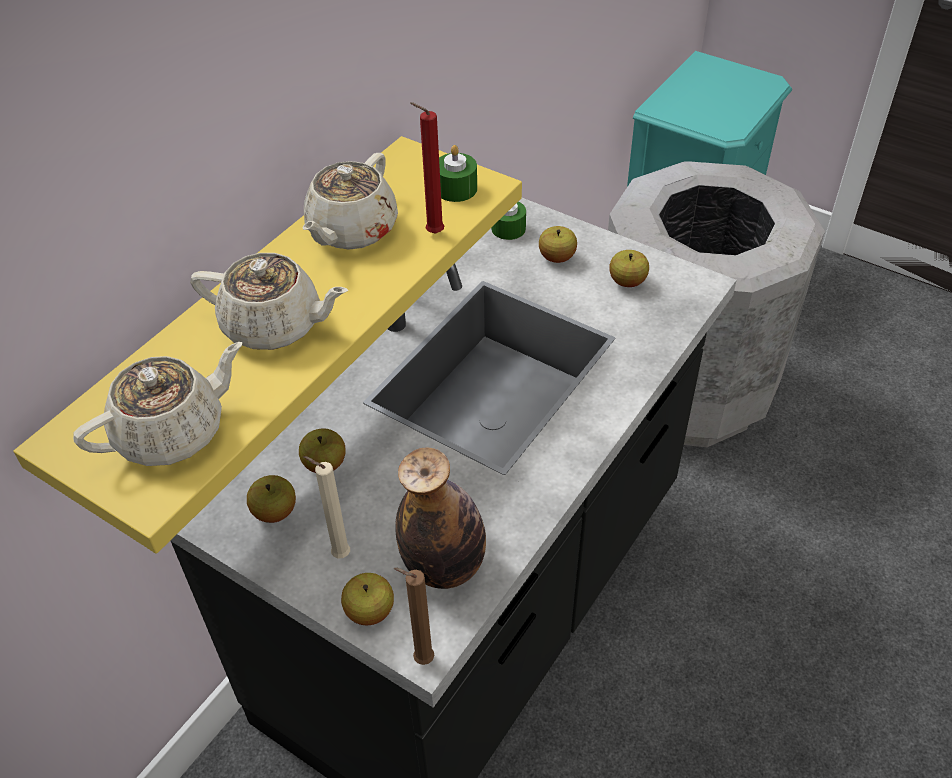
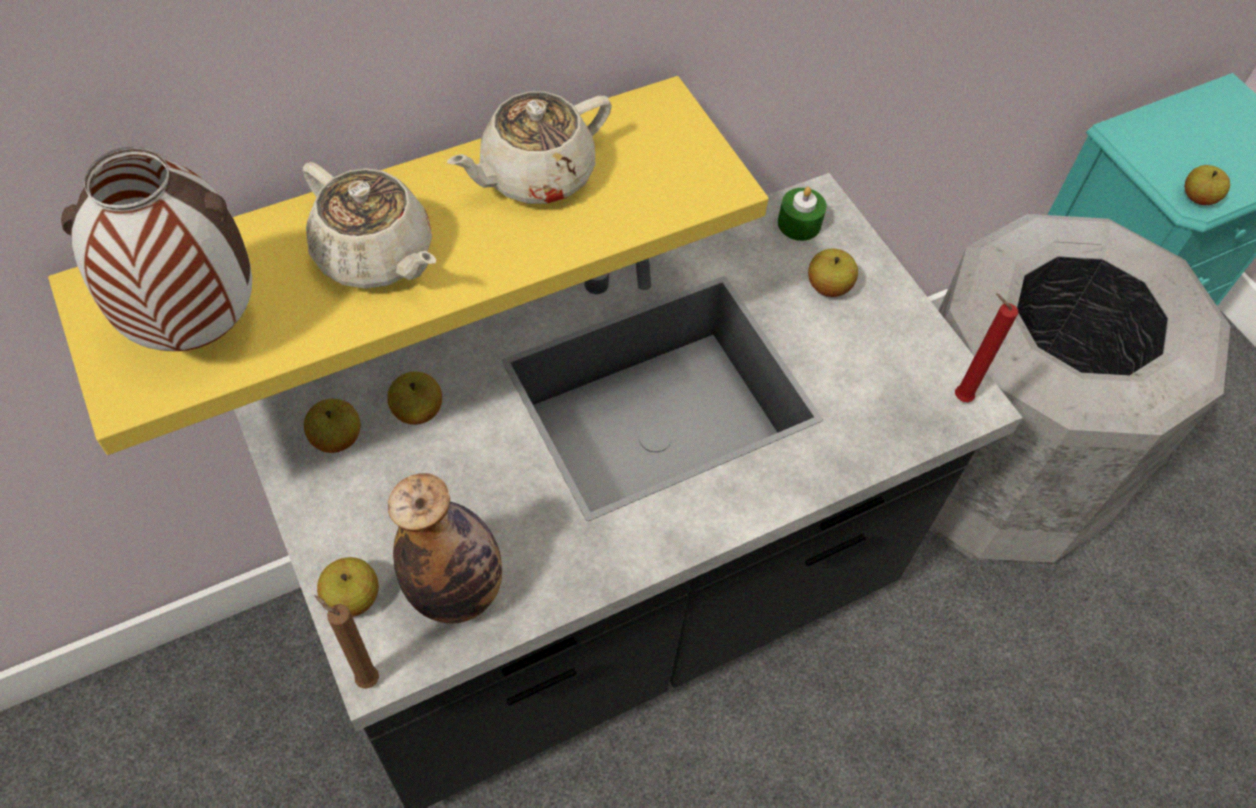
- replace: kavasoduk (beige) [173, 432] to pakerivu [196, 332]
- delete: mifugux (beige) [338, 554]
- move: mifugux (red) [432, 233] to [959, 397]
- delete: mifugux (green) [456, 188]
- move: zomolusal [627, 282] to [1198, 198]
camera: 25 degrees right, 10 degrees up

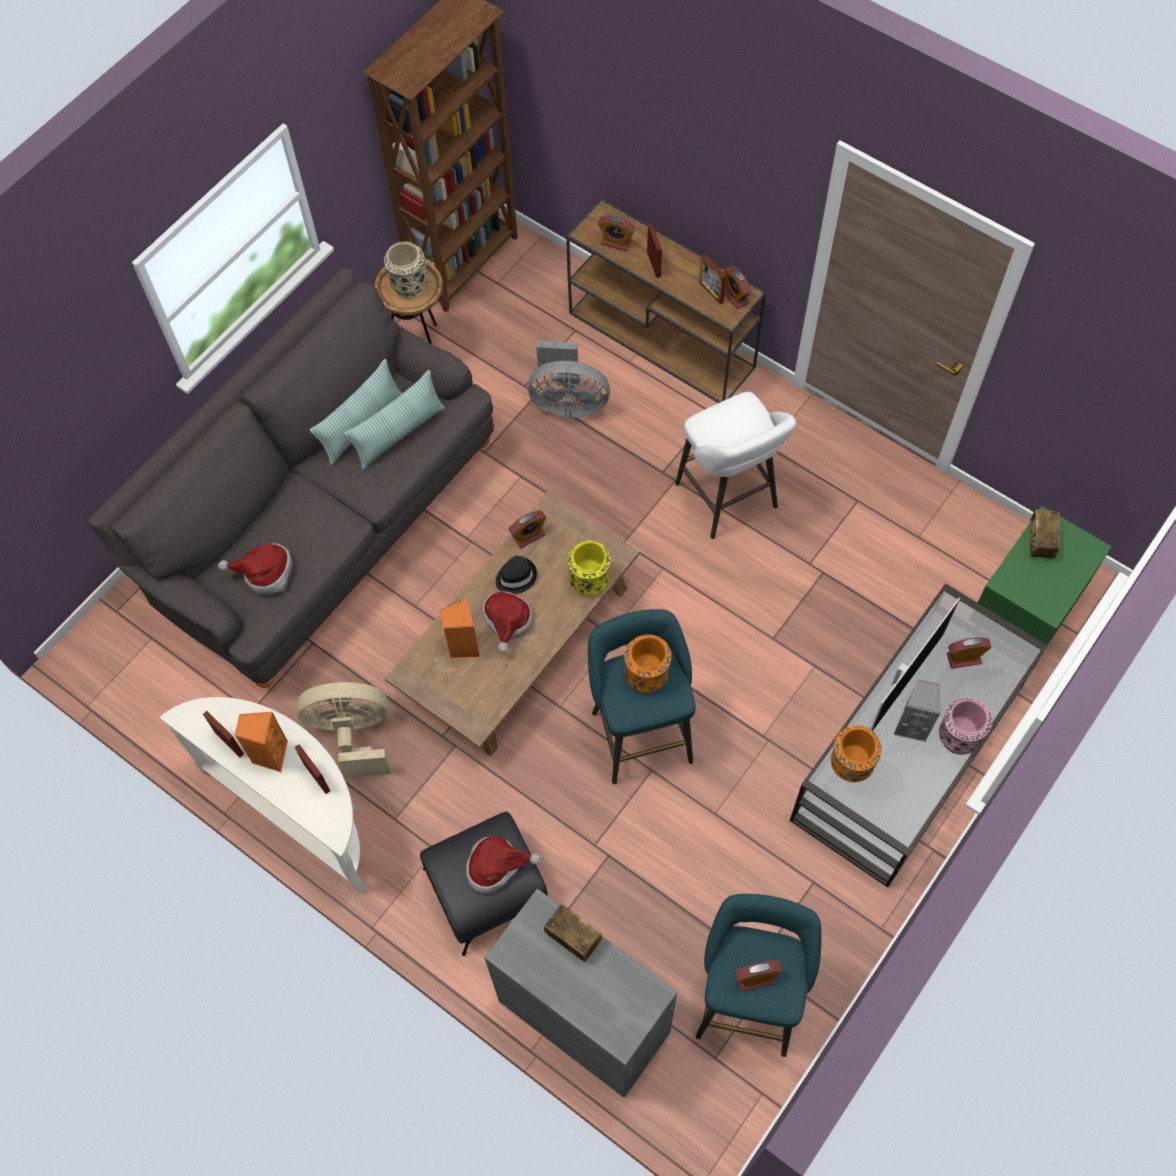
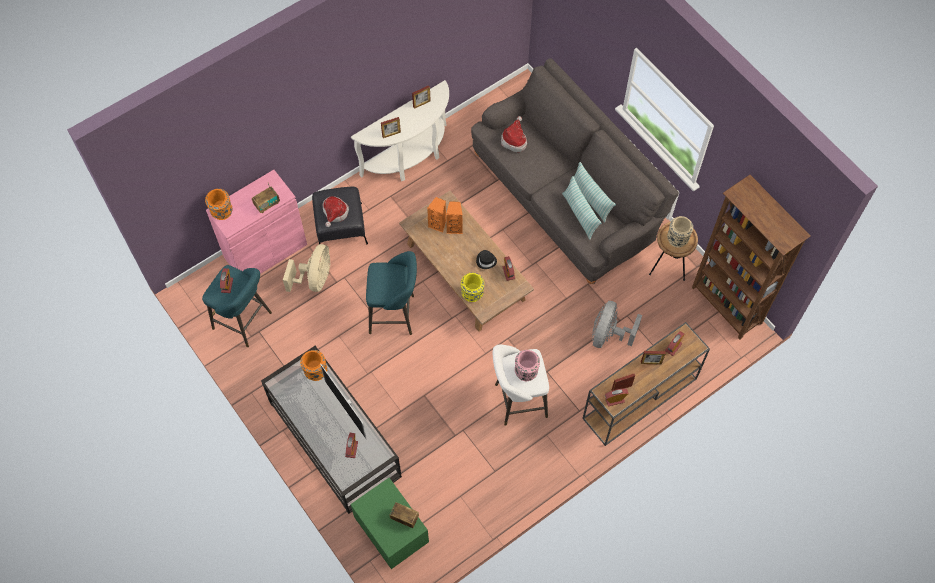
- move: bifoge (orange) [270, 754] to [438, 224]
- move: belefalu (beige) [353, 734] to [315, 279]
- delete: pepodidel [507, 622]
- recolor: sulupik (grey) [584, 1017] to sulupik (pink) [265, 251]
- move: pakerivu (orange) [647, 675] to [222, 212]
- delete: bifoge (grey) [912, 725]
- move: pakerivu (pink) [957, 737] to [526, 371]
camera: 105 degrees right, 0 degrees up

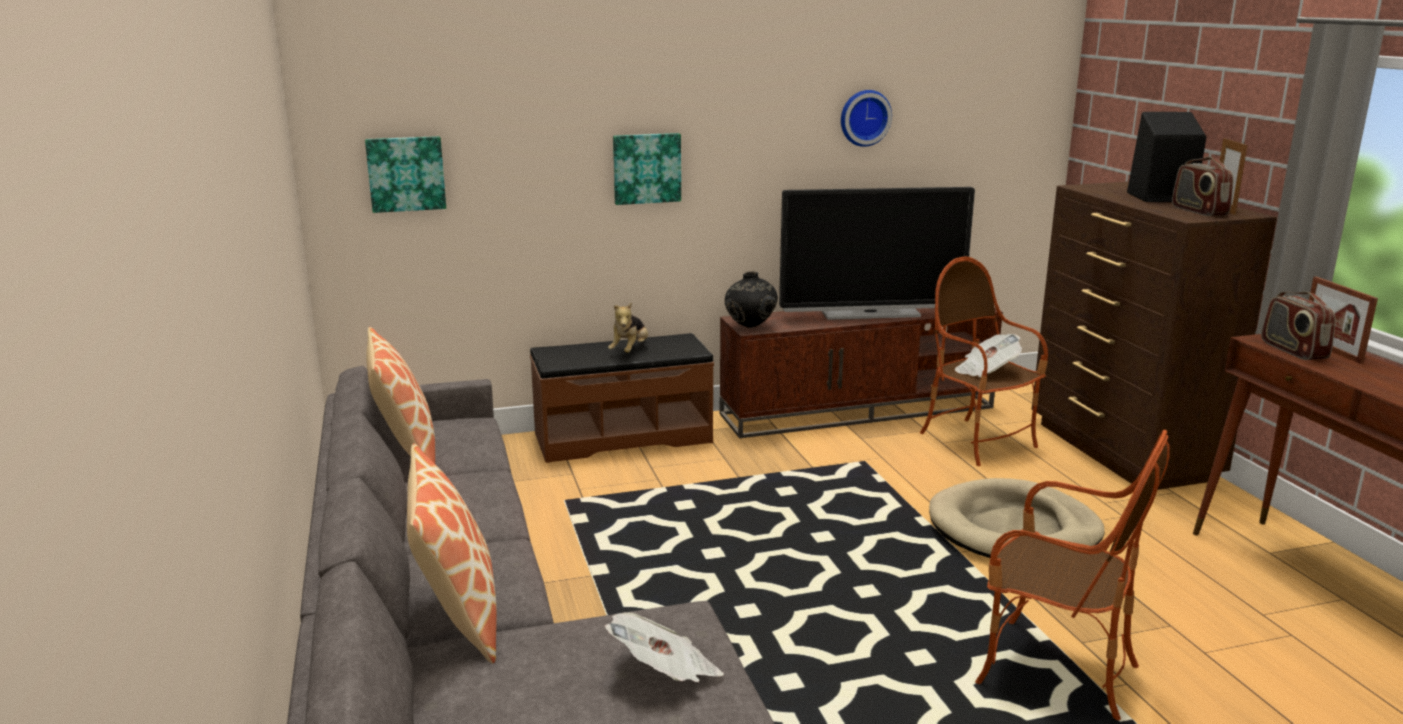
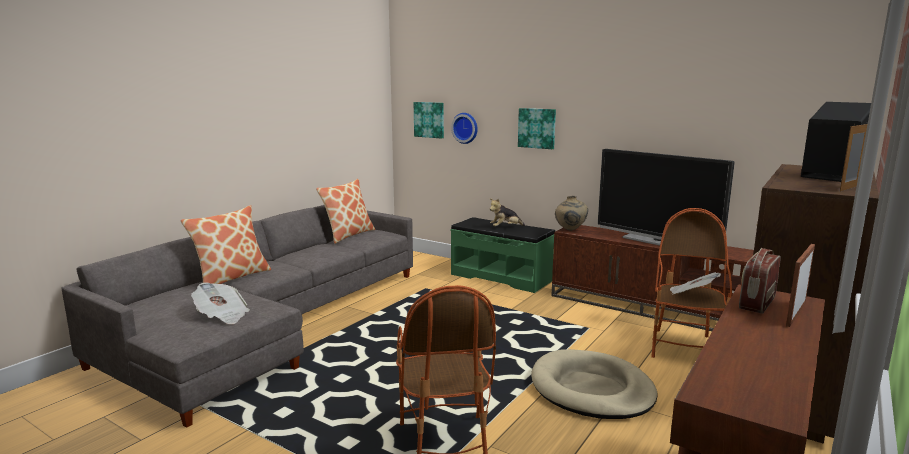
- recolor: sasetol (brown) [622, 437] to sasetol (green) [501, 277]
- recolor: pakerivu (black) [750, 327] to pakerivu (beige) [570, 230]
- move: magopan [864, 117] to [465, 128]
- delete: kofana [1198, 211]
camera: 50 degrees right, 5 degrees down

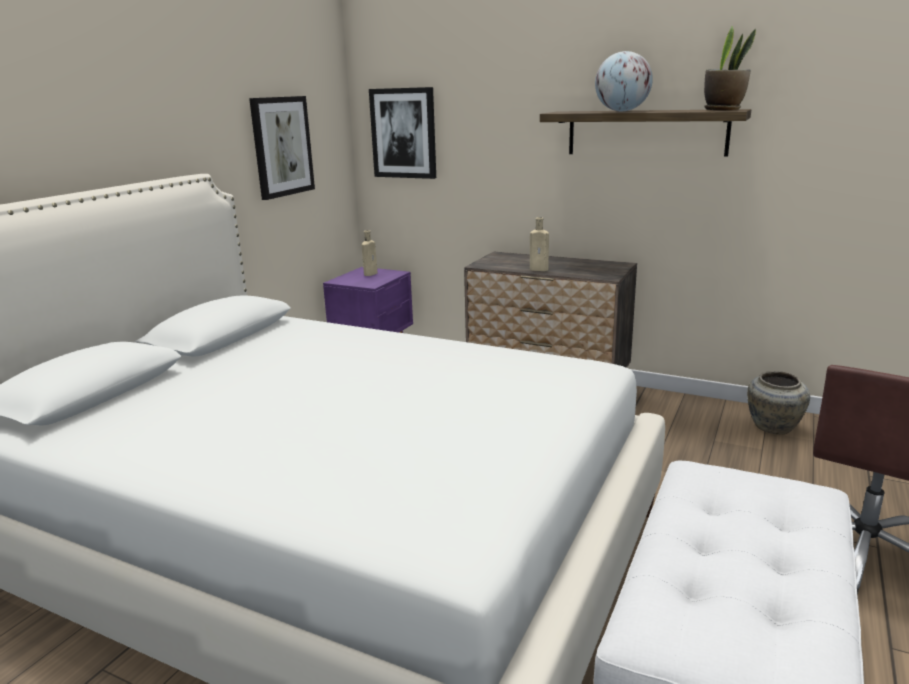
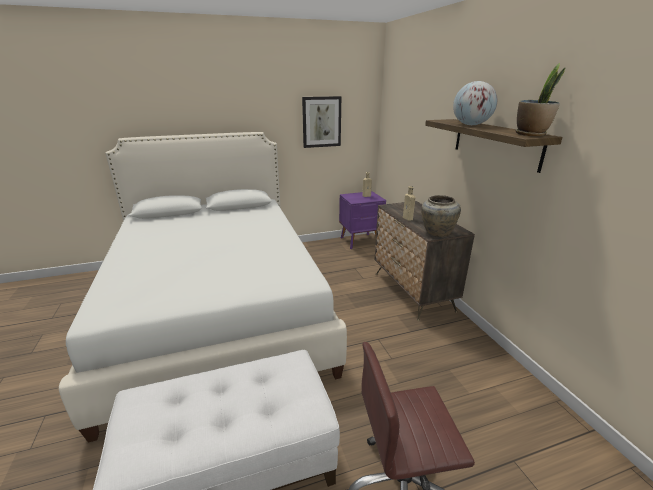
- delete: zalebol [403, 133]
- move: pakerivu (beige) [772, 427] to [436, 232]
camera: 45 degrees right, 5 degrees up

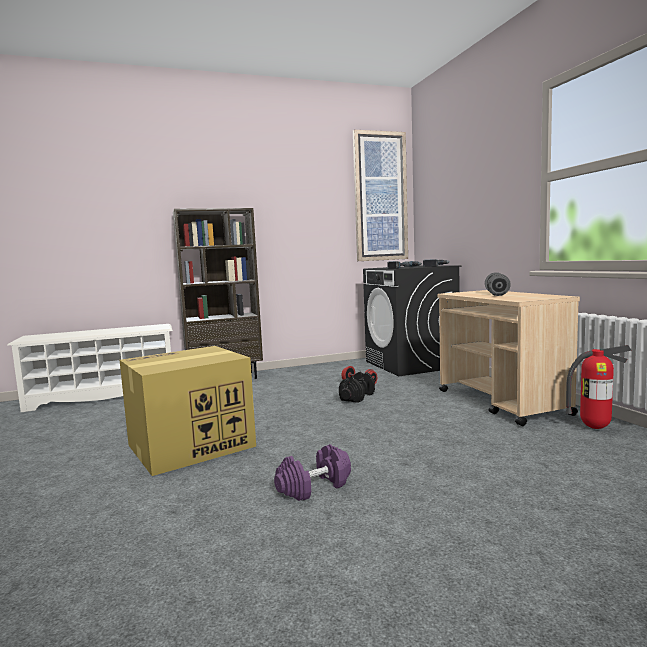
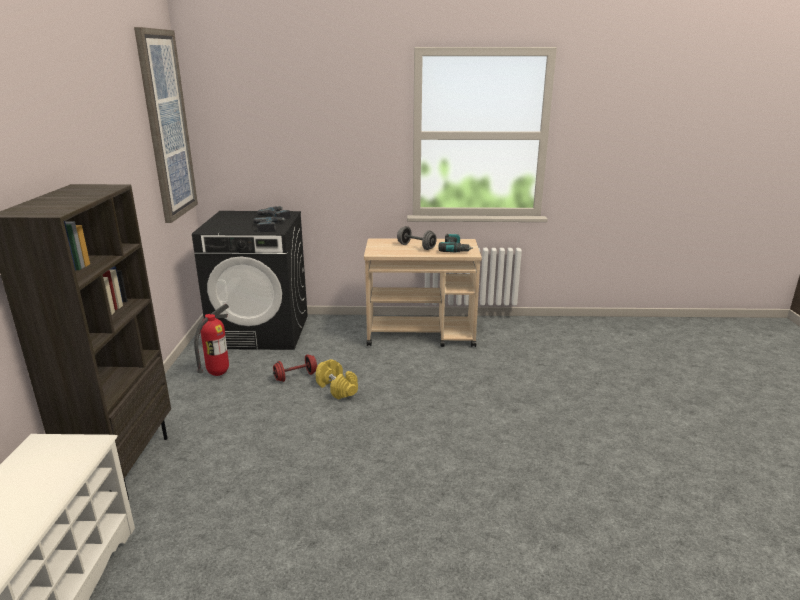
- delete: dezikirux [189, 446]
- delete: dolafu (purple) [314, 487]
- recolor: dolafu (black) [357, 397] to dolafu (yellow) [337, 388]
- move: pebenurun [595, 427] to [218, 374]
- insert: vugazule [455, 249]
camera: 70 degrees left, 15 degrees up

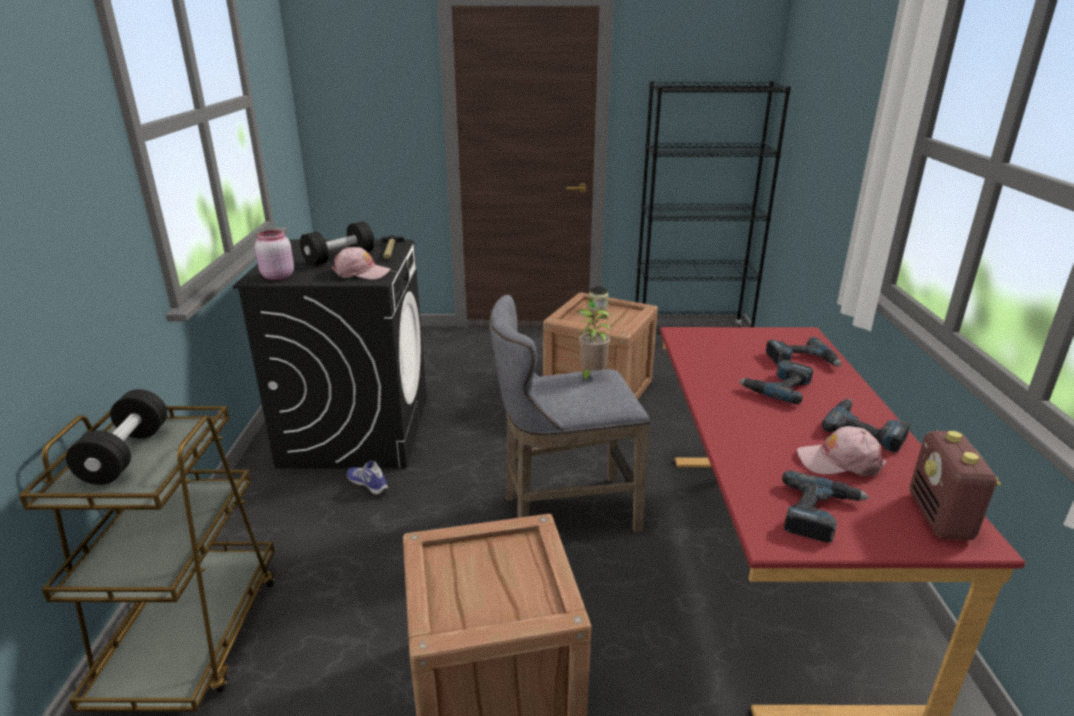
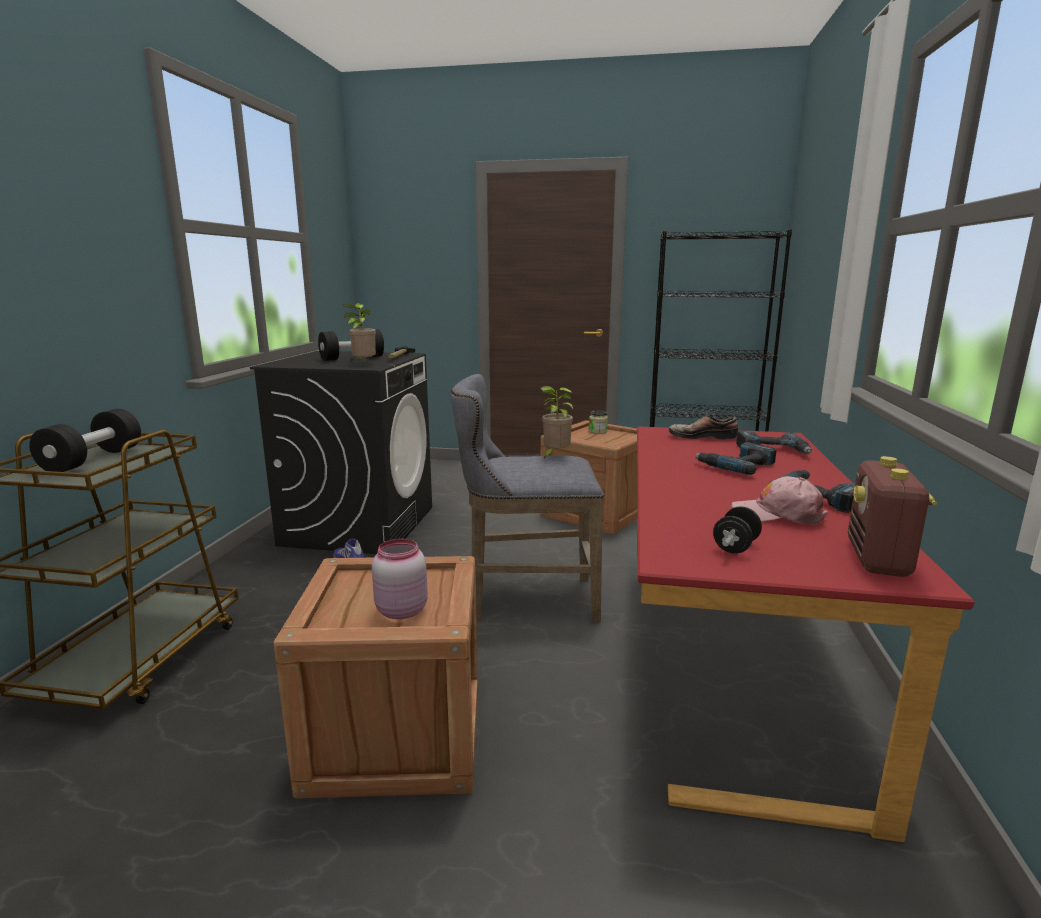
- move: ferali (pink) [277, 276] to [400, 610]
- replace: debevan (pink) [361, 272] to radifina [363, 364]
- replace: vugazule [820, 514] to dolafu (black) [735, 547]
- insert: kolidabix [701, 436]
camera: 10 degrees right, 10 degrees down

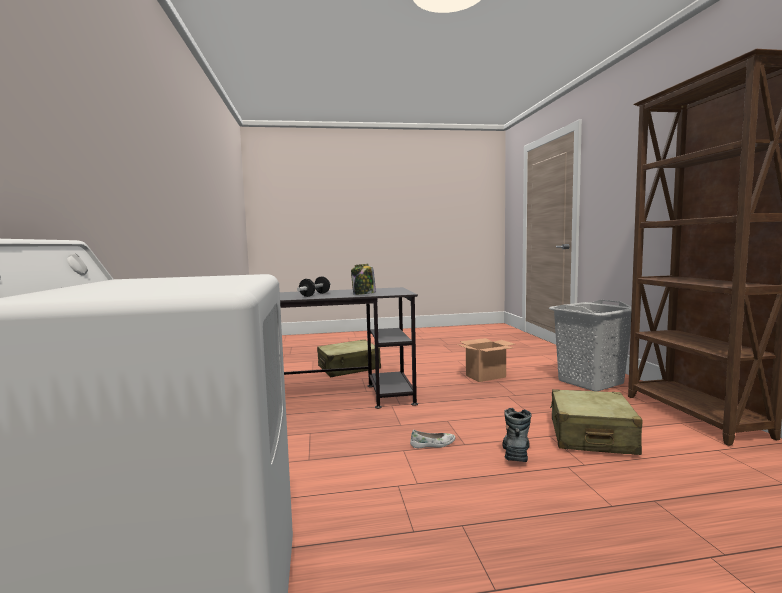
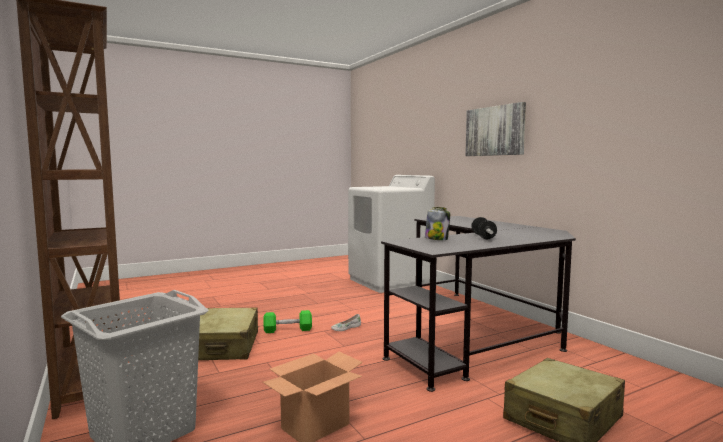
- replace: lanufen [516, 452] to dolafu (green) [288, 330]
- insert: zalebol [495, 131]
camera: 160 degrees right, 0 degrees up

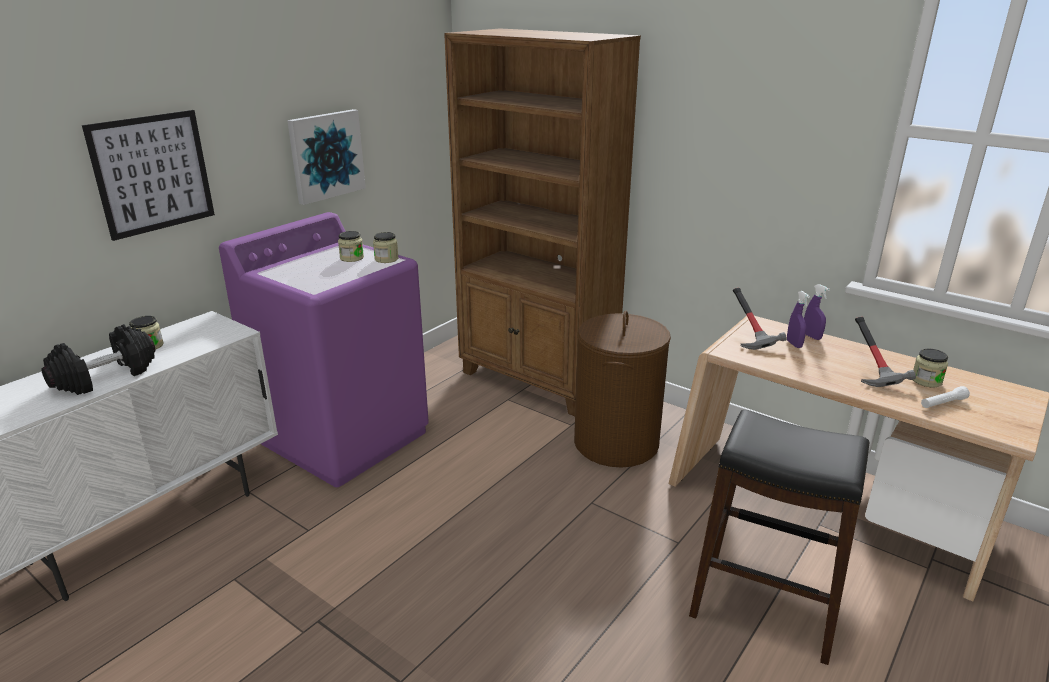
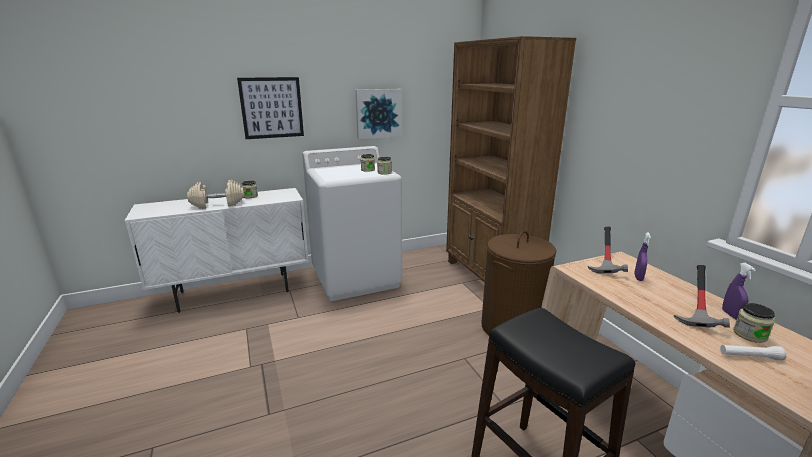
- recolor: dolafu (black) [105, 377] to dolafu (beige) [217, 204]
- recolor: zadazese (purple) [345, 436] to zadazese (white) [356, 277]
- move: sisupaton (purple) [811, 336] to [731, 315]
camera: 30 degrees right, 5 degrees down

